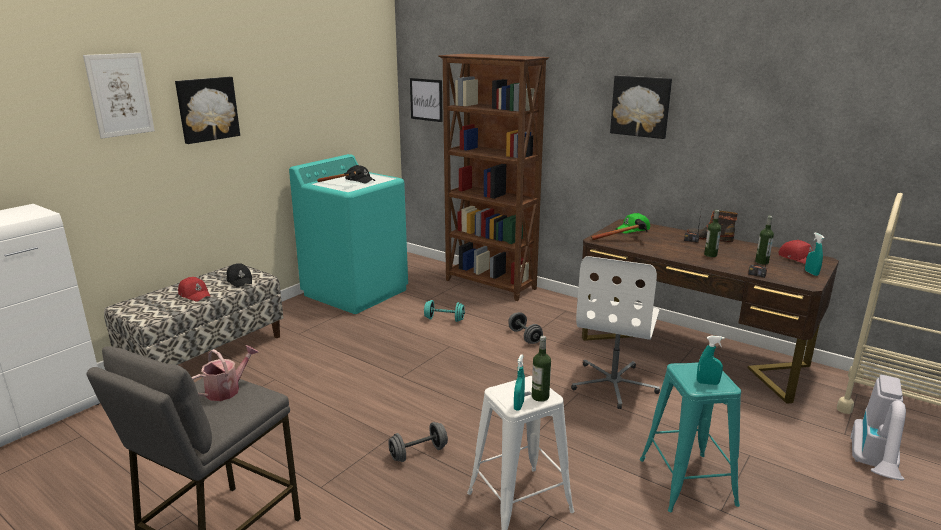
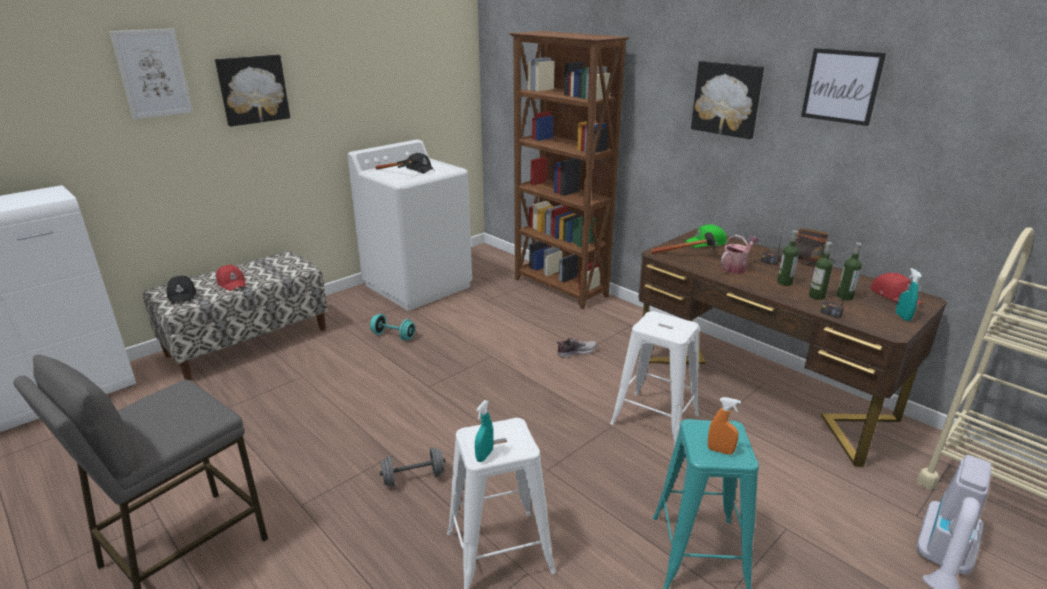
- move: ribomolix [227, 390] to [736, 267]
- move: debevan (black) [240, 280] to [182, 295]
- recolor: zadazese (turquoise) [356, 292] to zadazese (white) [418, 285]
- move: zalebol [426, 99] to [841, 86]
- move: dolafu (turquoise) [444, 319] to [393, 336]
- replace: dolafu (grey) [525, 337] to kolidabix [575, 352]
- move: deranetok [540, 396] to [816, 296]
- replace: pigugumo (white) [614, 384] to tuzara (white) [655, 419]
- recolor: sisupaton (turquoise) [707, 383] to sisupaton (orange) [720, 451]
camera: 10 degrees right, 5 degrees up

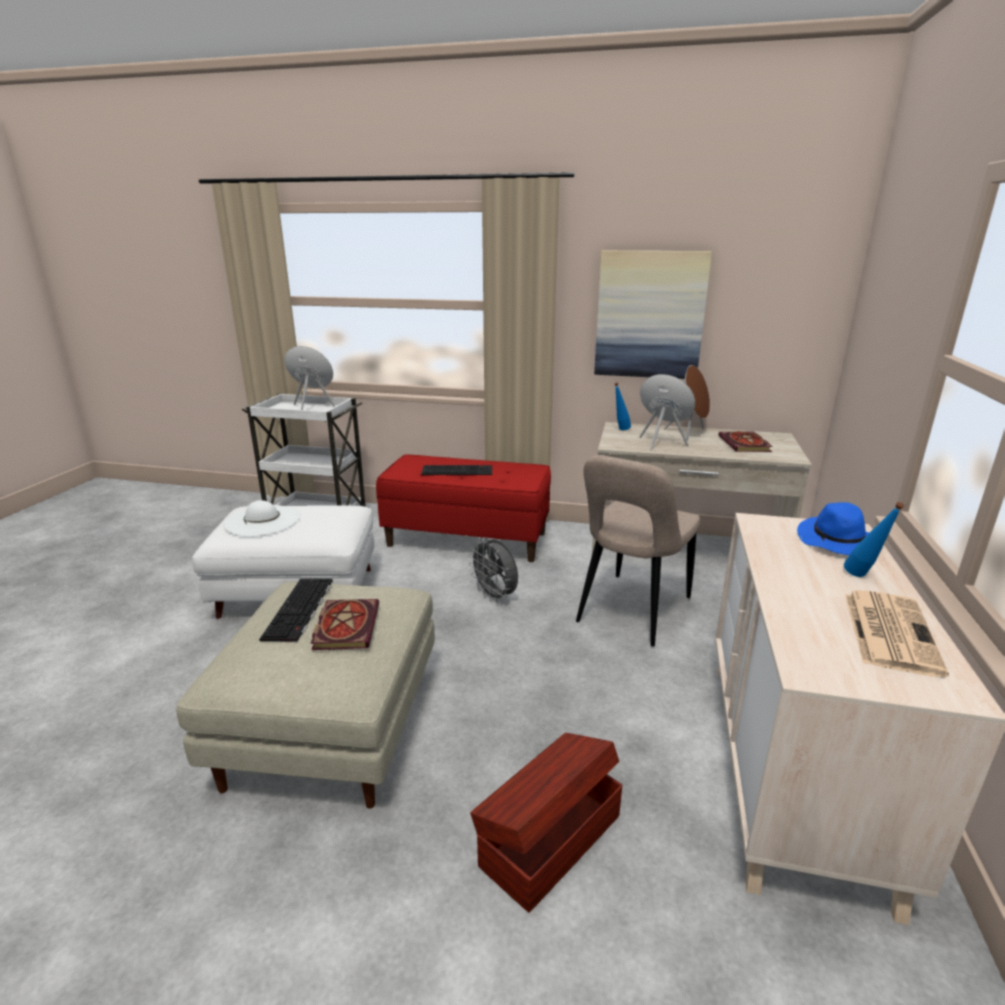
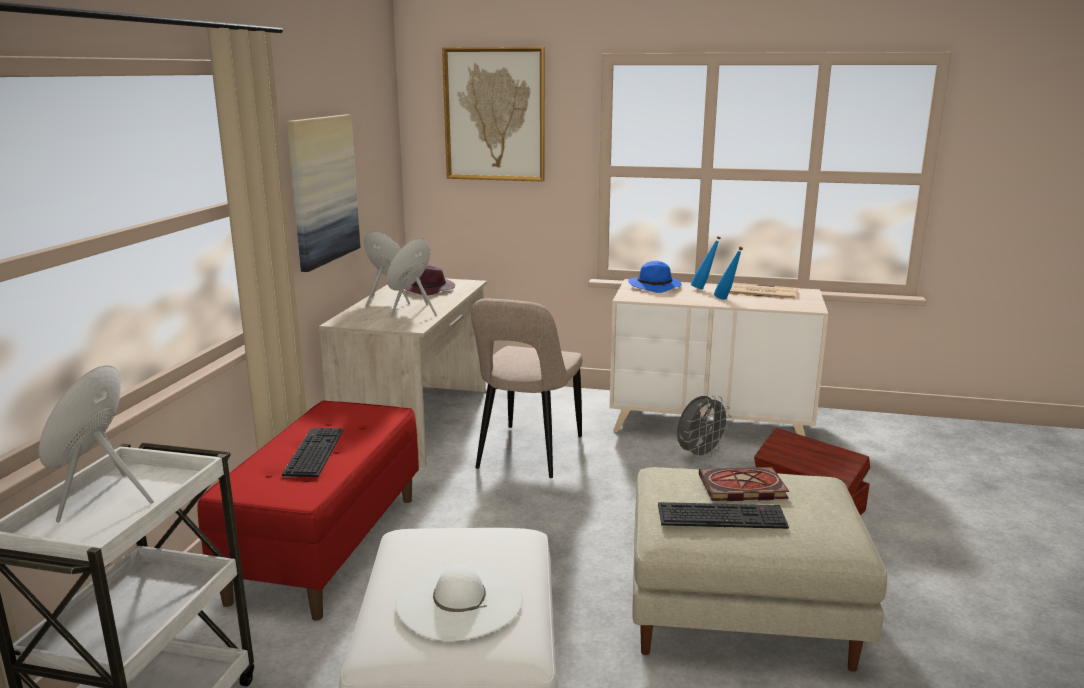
- move: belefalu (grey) [495, 596] to [699, 455]
- rotate: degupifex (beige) [631, 612] = [527, 454] 75 degrees clockwise
- move: deranetok (blue) [620, 430] to [726, 299]
- replace: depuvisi [745, 444] to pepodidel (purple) [430, 289]
- insert: zalebol [494, 114]
camera: 90 degrees left, 5 degrees down

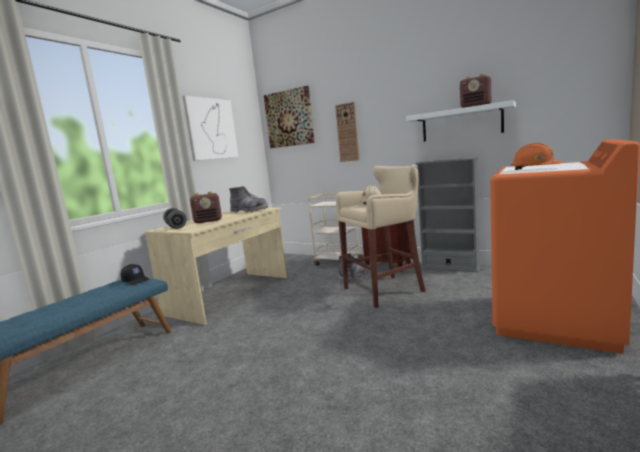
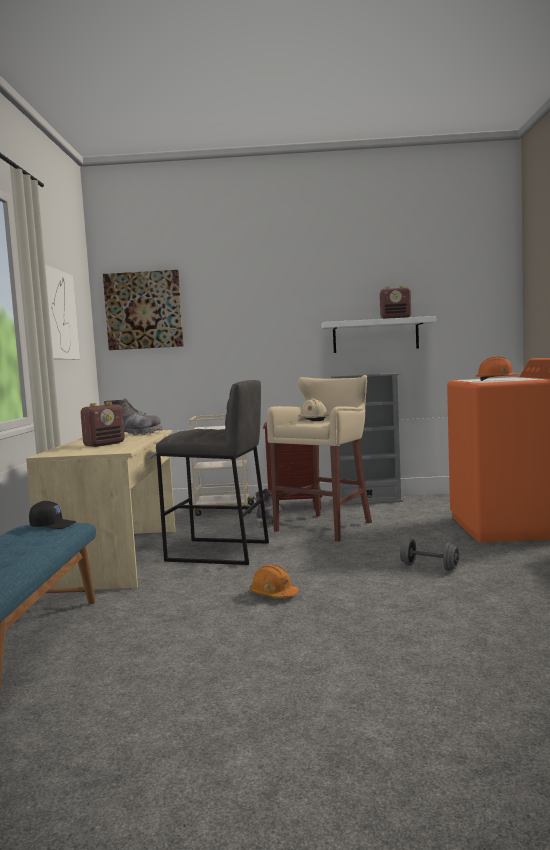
- move: dolafu (grey) [176, 227] to [429, 567]
- delete: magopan [347, 132]
- insert: tuzara (grey) [218, 552]
- insert: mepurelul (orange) [273, 594]
camera: 30 degrees left, 5 degrees down

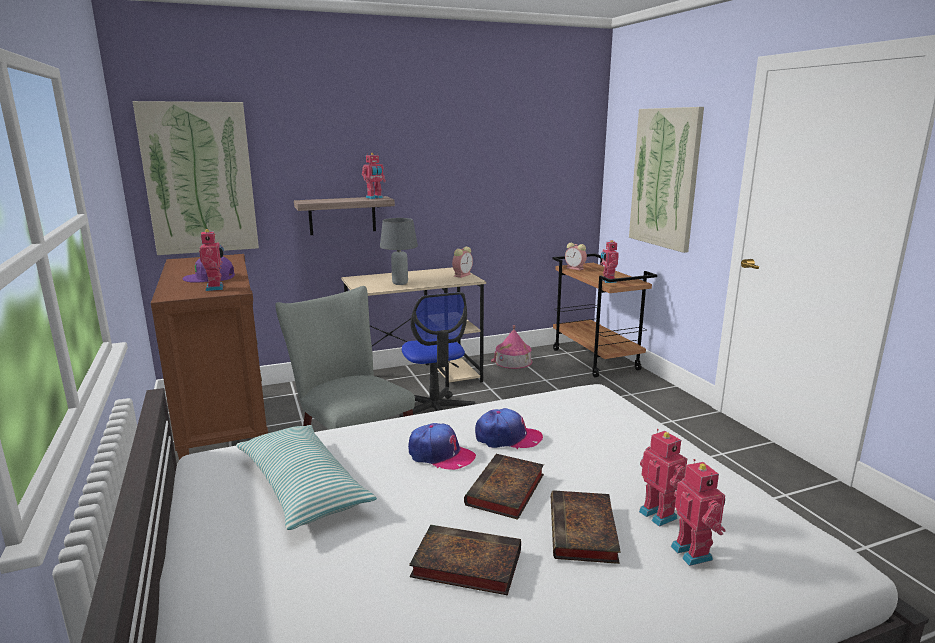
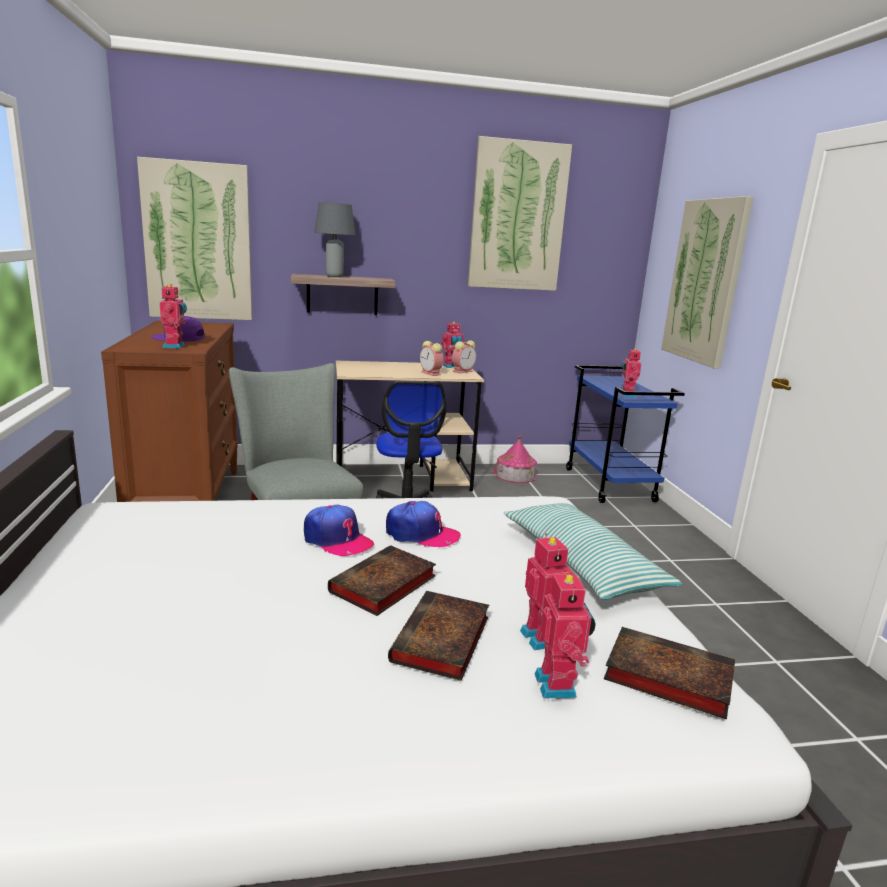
- move: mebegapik [302, 487] to [581, 564]
- move: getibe [374, 198] to [451, 367]
- move: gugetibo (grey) [399, 283] to [334, 276]
- move: depuvisi [463, 564] to [664, 676]
- recolor: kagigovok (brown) [596, 360] to kagigovok (blue) [610, 485]
- move: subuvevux [575, 268] to [431, 373]
- insert: zalebol [518, 217]
camera: 10 degrees right, 0 degrees up

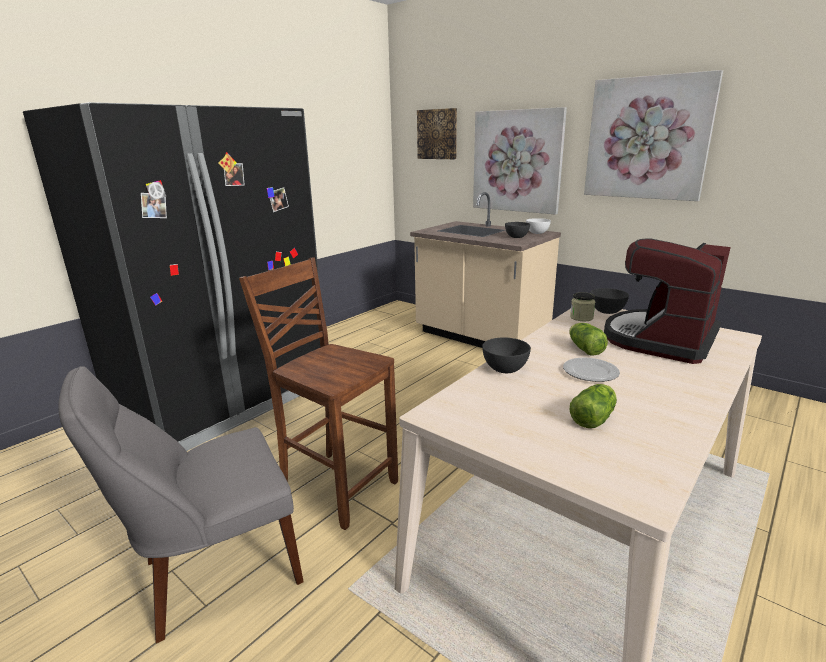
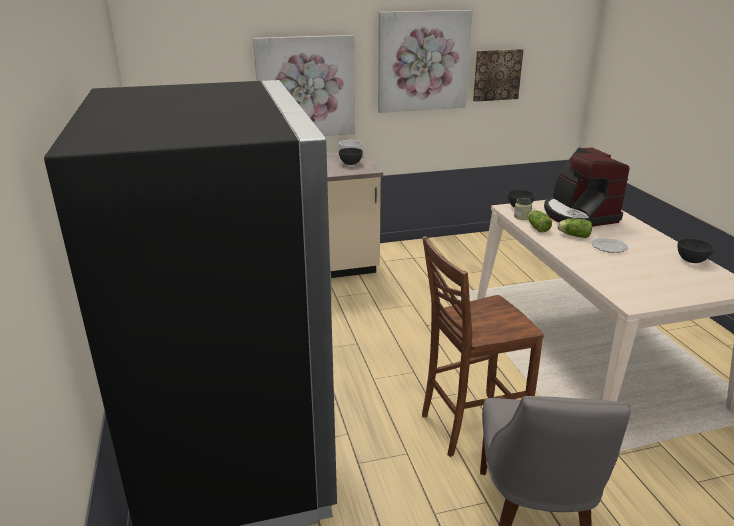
- move: zalebol [437, 134] to [496, 75]
- move: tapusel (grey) [505, 369] to [692, 260]
- move: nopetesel [594, 417] to [537, 227]
camera: 55 degrees left, 5 degrees up

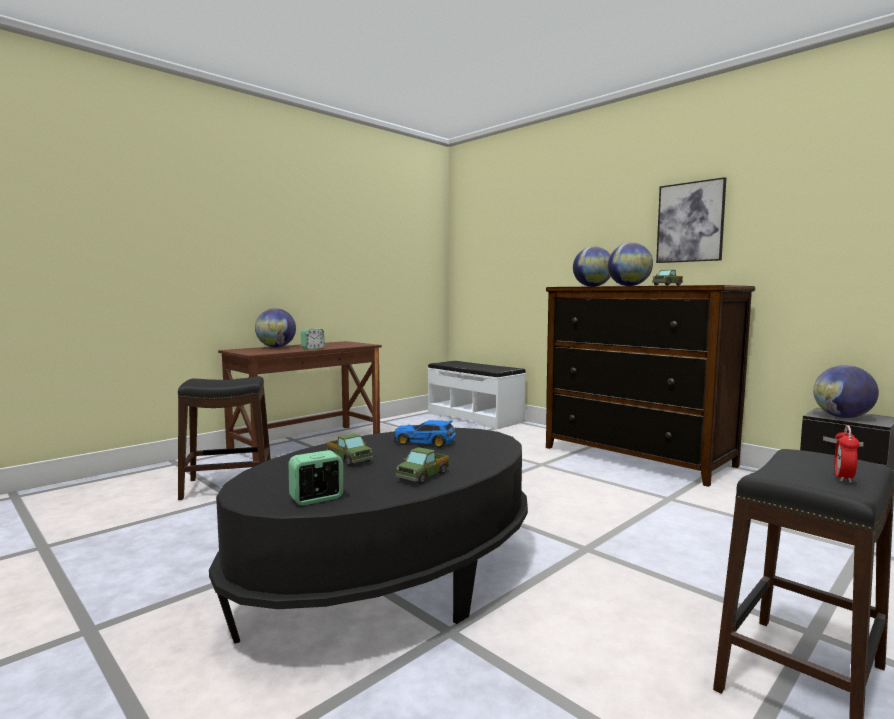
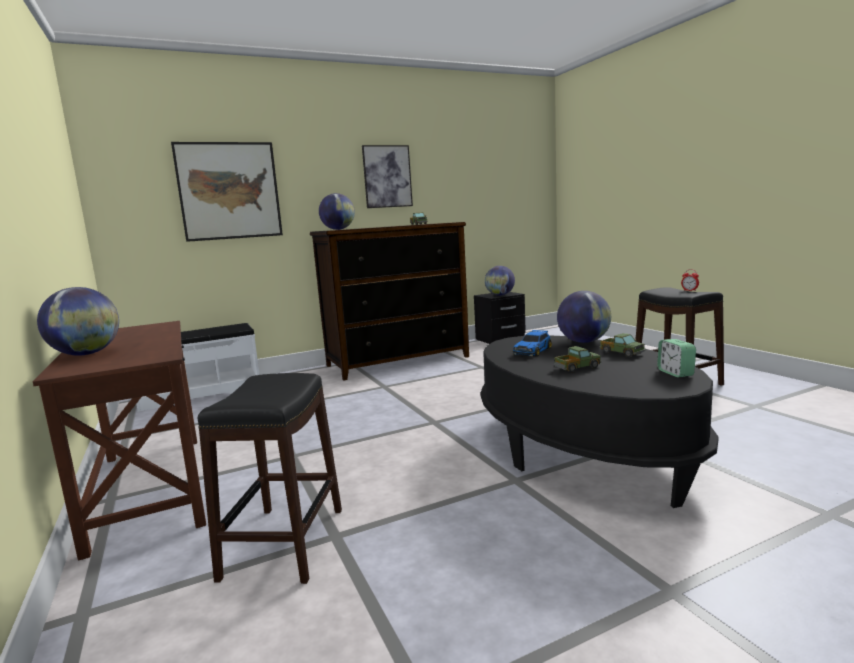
- delete: subuvevux [312, 348]
- move: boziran [629, 286] to [583, 342]
- insert: zalebol [229, 191]
camera: 70 degrees left, 5 degrees up

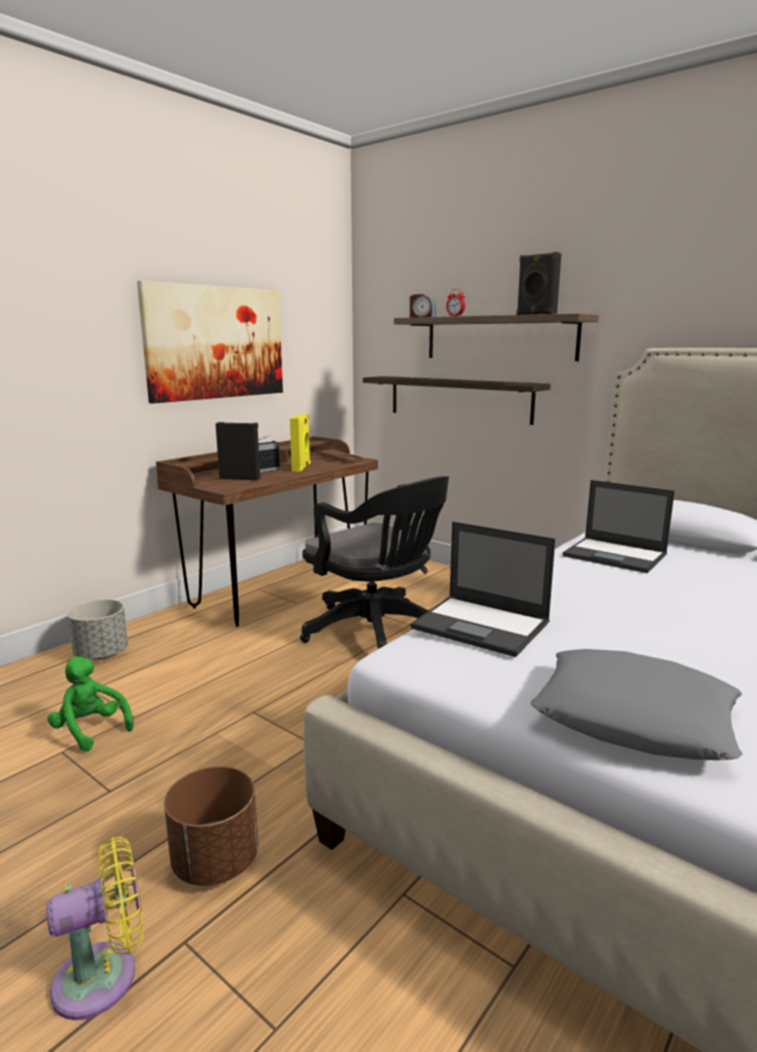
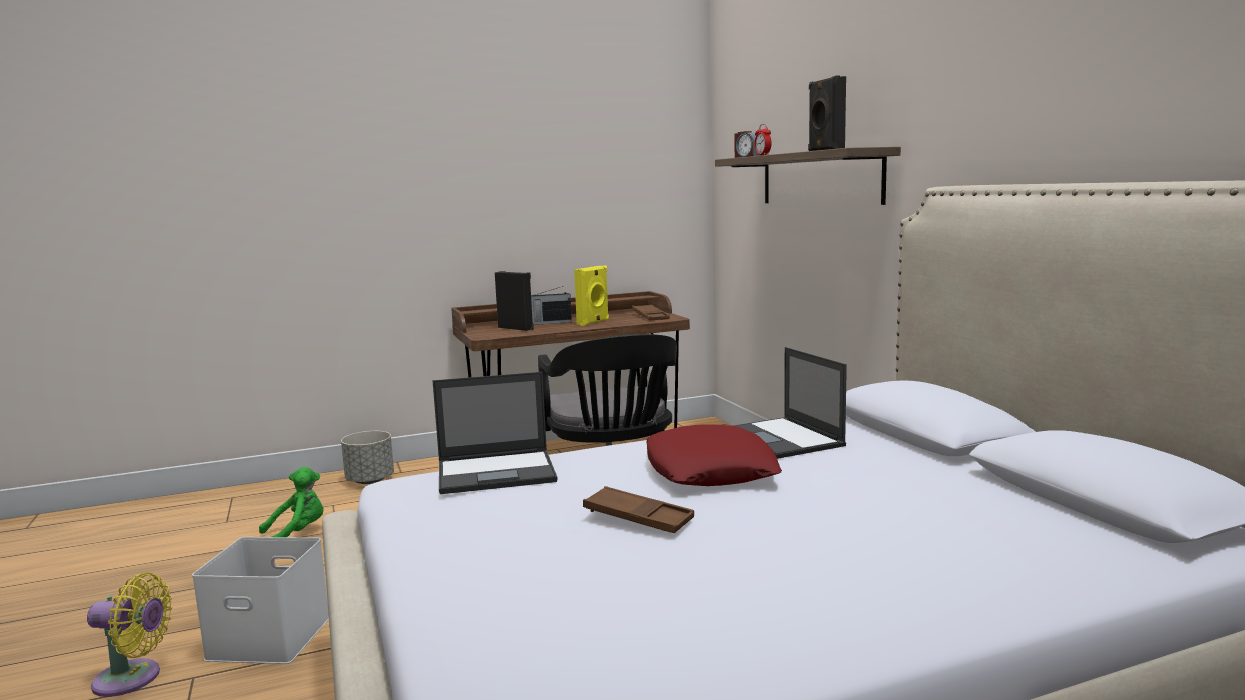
- rotate: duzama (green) [90, 730] = [298, 533] 75 degrees clockwise
- delete: zalebol [216, 343]
- replace: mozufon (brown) [215, 862] to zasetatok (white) [266, 639]
- delete: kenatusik [458, 399]
- rotate: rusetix [482, 625] = [498, 472] 75 degrees counterclockwise
- delete: mebegapik (grey) [635, 717]
- insert: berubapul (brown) [638, 518]
- insert: mebegapik (red) [710, 470]
camera: 30 degrees right, 5 degrees down

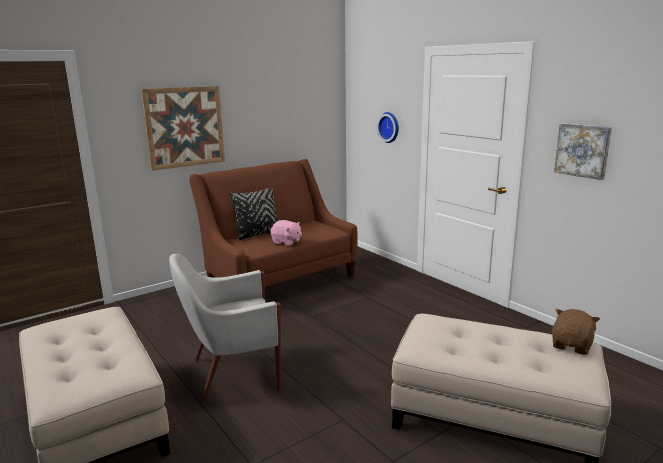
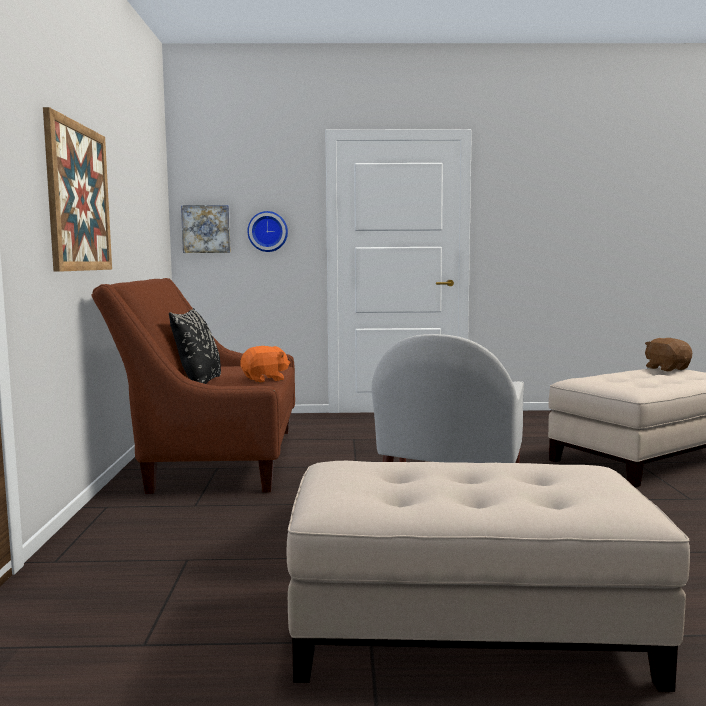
- recolor: duzama (pink) [286, 242] to duzama (orange) [265, 380]
- move: zalebol [583, 150] to [206, 229]
camera: 55 degrees left, 10 degrees down

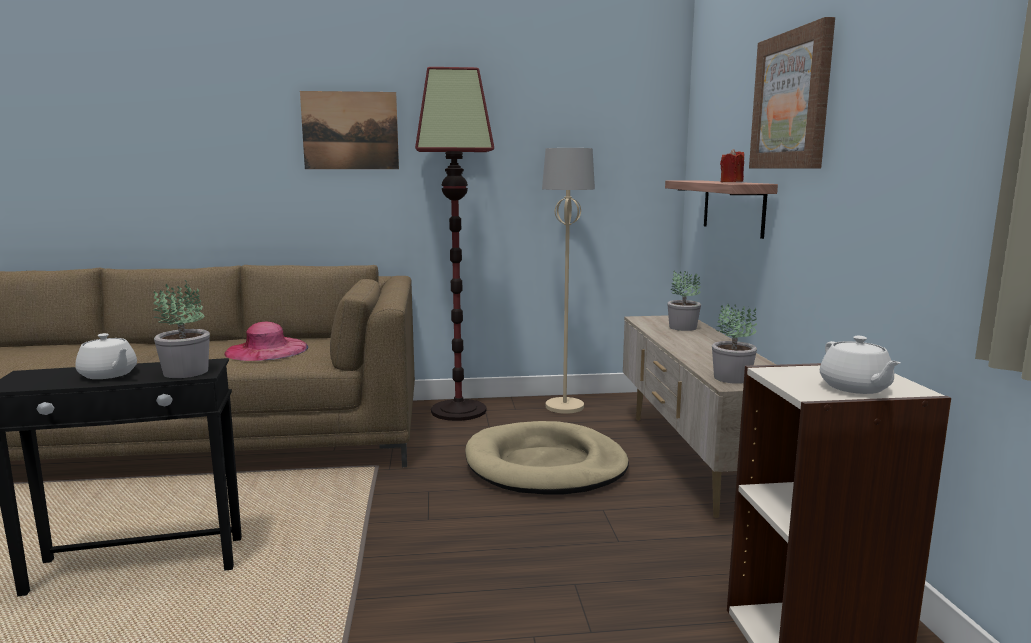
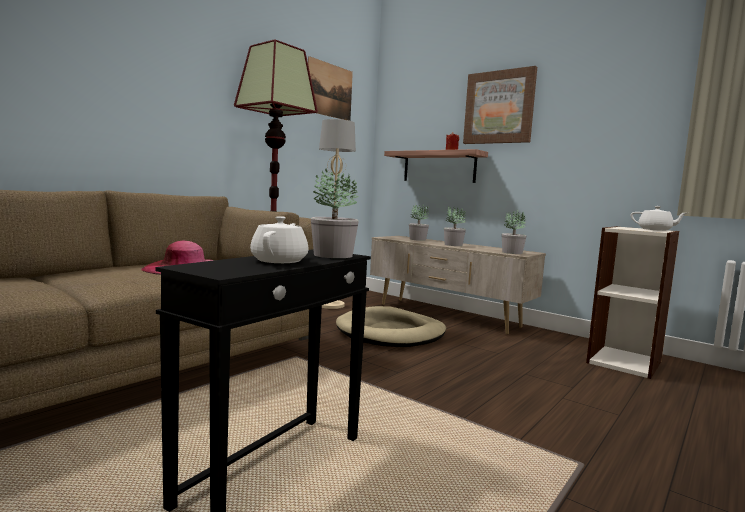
- rotate: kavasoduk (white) [108, 375] = [280, 261] 75 degrees counterclockwise
- move: zalebol [350, 130] to [330, 90]
- insert: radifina [453, 245]
camera: 45 degrees left, 5 degrees down

